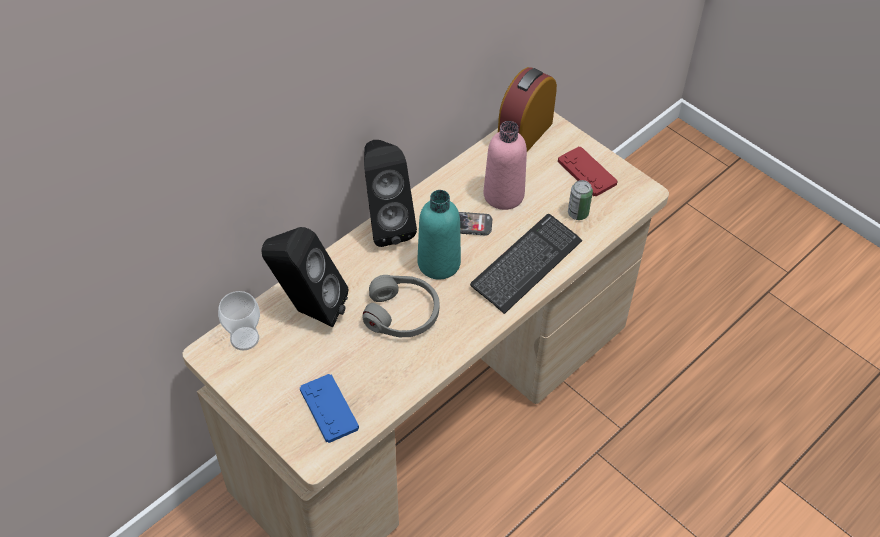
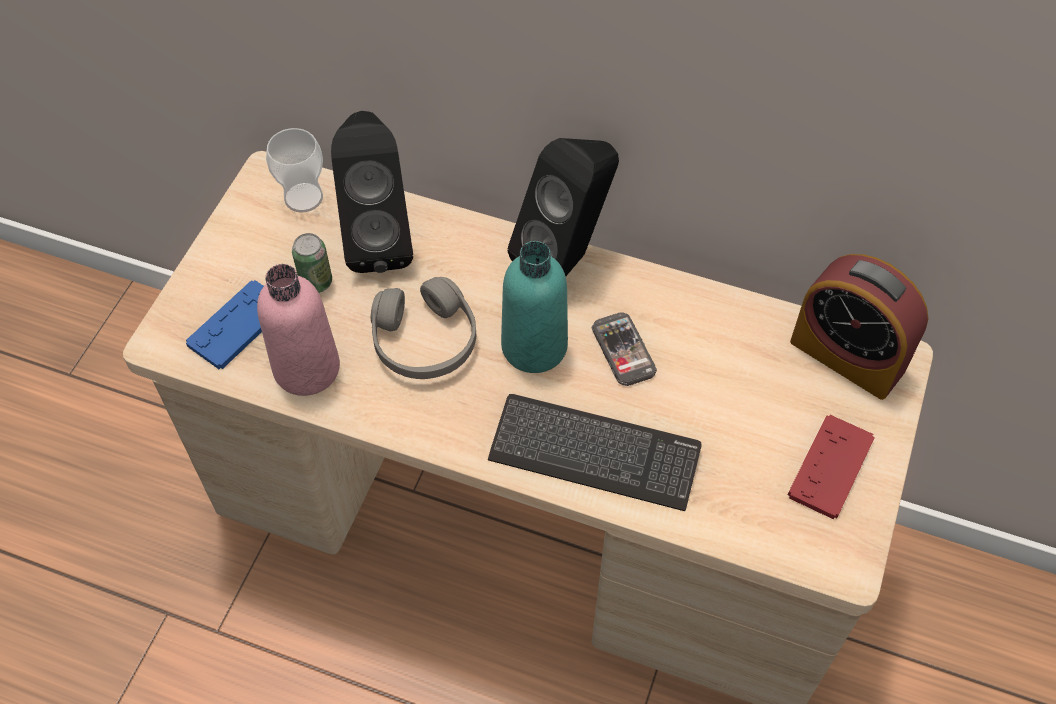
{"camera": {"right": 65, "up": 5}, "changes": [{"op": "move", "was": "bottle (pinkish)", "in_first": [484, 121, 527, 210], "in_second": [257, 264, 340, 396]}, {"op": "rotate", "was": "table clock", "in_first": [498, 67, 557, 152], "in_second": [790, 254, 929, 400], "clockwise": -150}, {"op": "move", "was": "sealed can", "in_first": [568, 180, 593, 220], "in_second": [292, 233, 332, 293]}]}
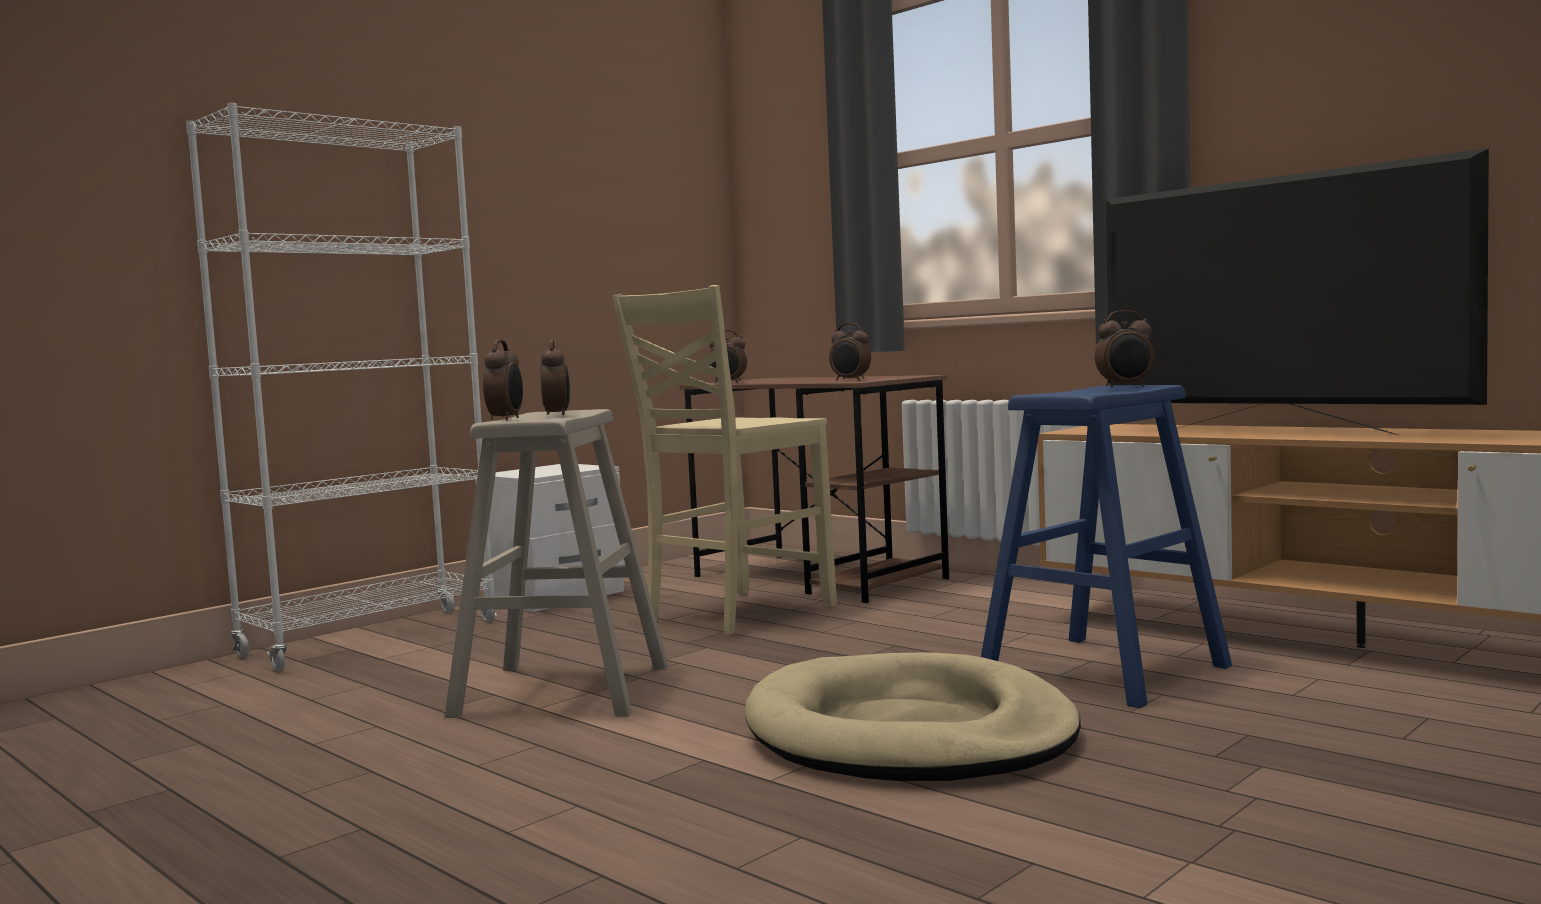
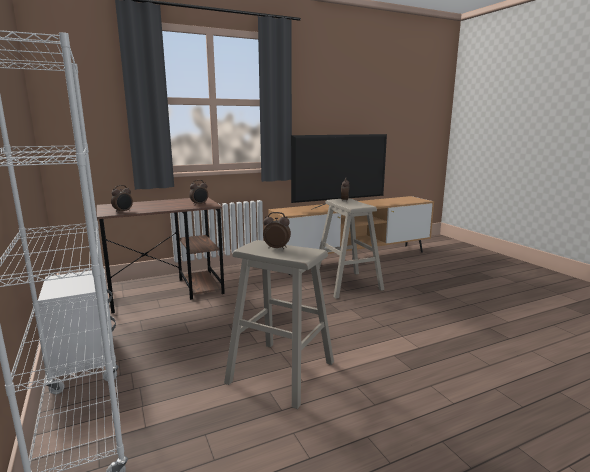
{"camera": {"right": -70, "up": 10}, "changes": [{"op": "delete", "was": "table clock", "in_first": [483, 340, 523, 420]}, {"op": "delete", "was": "plain chair (beige-coloured)", "in_first": [612, 285, 837, 636]}, {"op": "delete", "was": "dog cushion (beige-coloured)", "in_first": [745, 652, 1081, 781]}, {"op": "recolor", "was": "sitting stool (blue)", "now": "sitting stool (beige-coloured)", "in_first": [981, 385, 1232, 708], "in_second": [312, 198, 384, 299]}]}
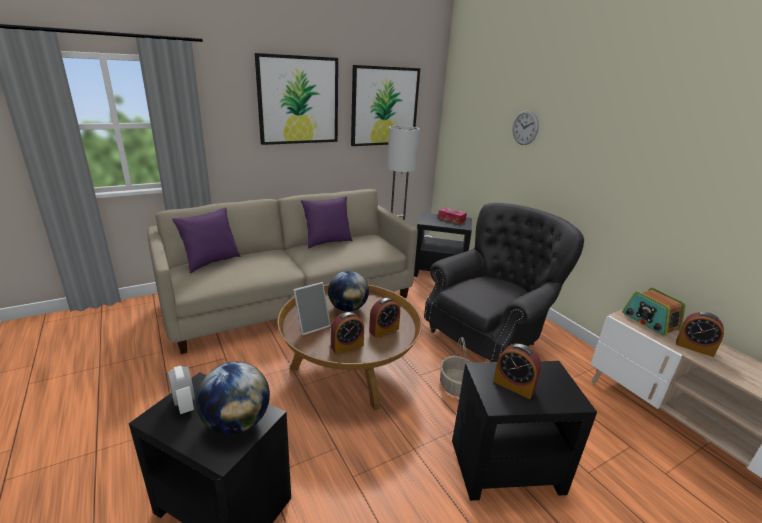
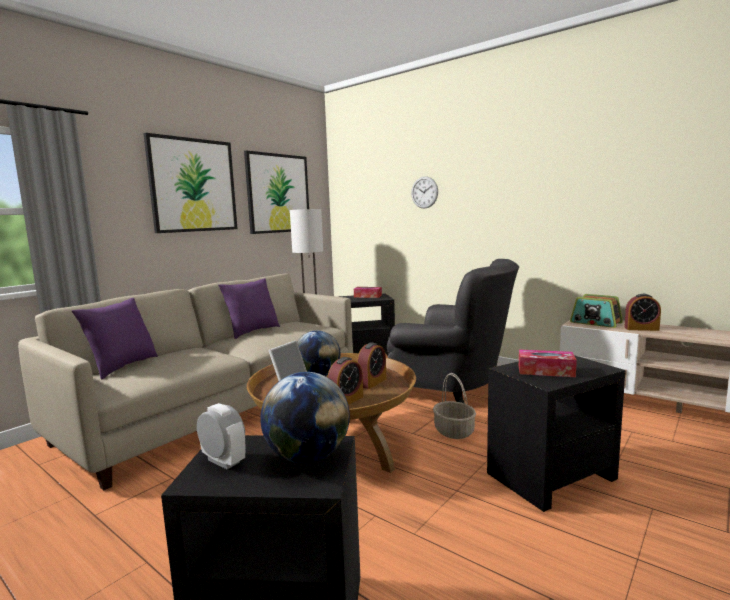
{"camera": {"right": -20, "up": -15}, "changes": [{"op": "rotate", "was": "easy chair (gray)", "in_first": [424, 203, 584, 362], "in_second": [387, 259, 519, 404], "clockwise": 90}, {"op": "replace", "was": "table clock", "now": "tissue box", "in_first": [493, 343, 542, 399], "in_second": [519, 350, 577, 377]}]}
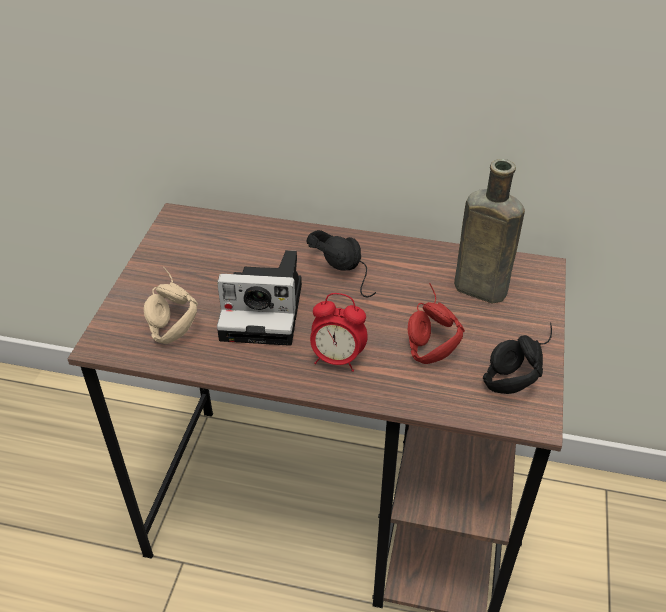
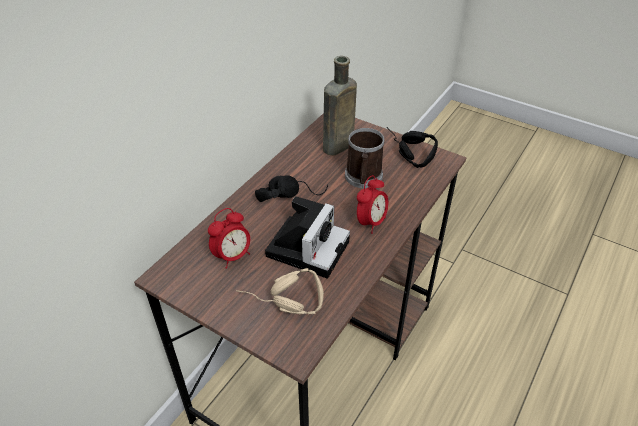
{"camera": {"right": -70, "up": 0}, "changes": [{"op": "replace", "was": "headset (red-coloured)", "now": "tea mug", "in_first": [408, 283, 465, 364], "in_second": [345, 128, 385, 188]}, {"op": "insert", "now": "table clock", "in_second": [208, 208, 250, 269]}]}
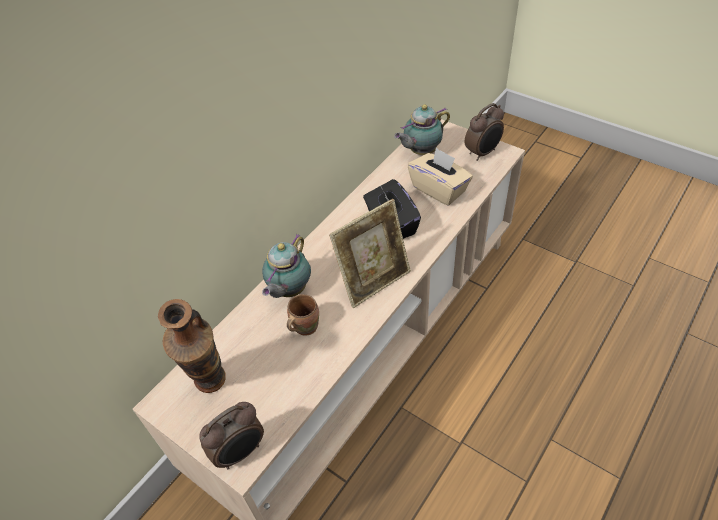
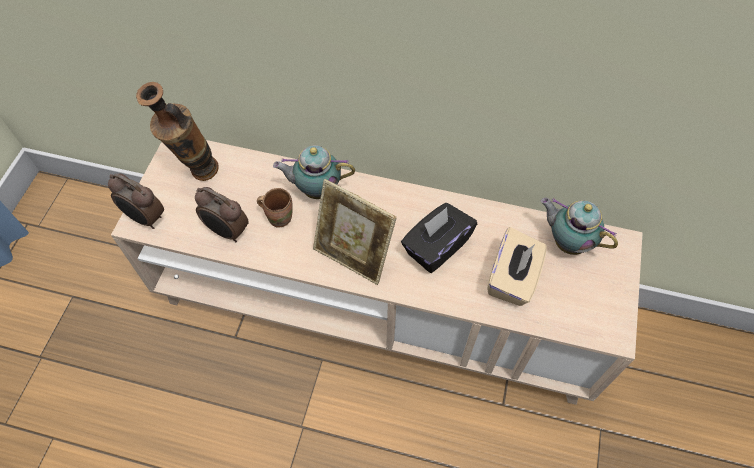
{"camera": {"right": 65, "up": 10}, "changes": [{"op": "move", "was": "table clock", "in_first": [465, 103, 504, 161], "in_second": [195, 187, 249, 242]}]}
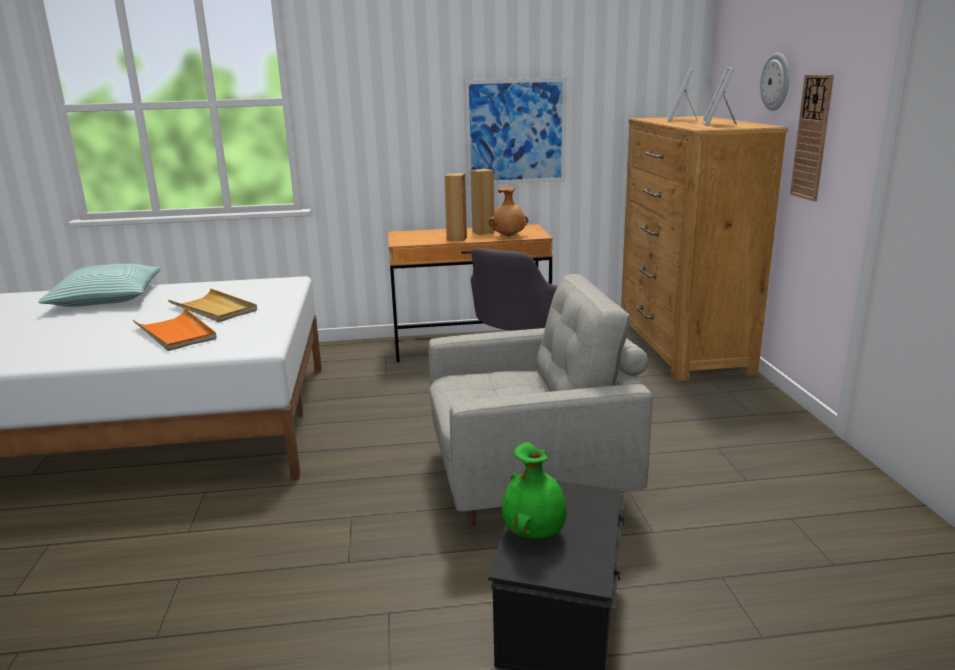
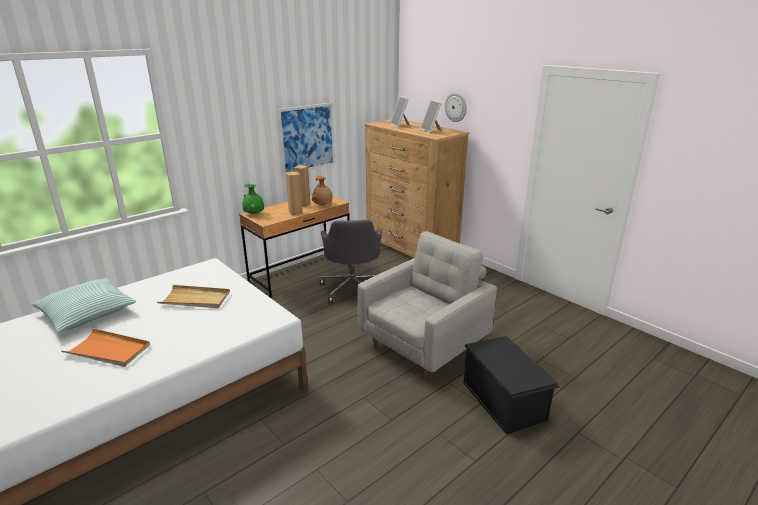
{"camera": {"right": -35, "up": 5}, "changes": [{"op": "move", "was": "carrying tray (orange)", "in_first": [133, 309, 217, 351], "in_second": [61, 328, 150, 367]}, {"op": "move", "was": "flower vase (green)", "in_first": [502, 442, 567, 539], "in_second": [242, 183, 264, 214]}, {"op": "delete", "was": "clock on the wall", "in_first": [790, 75, 834, 201]}]}
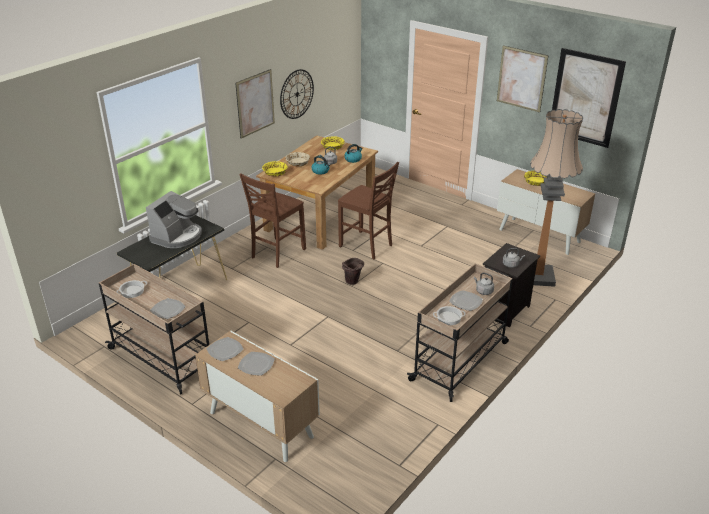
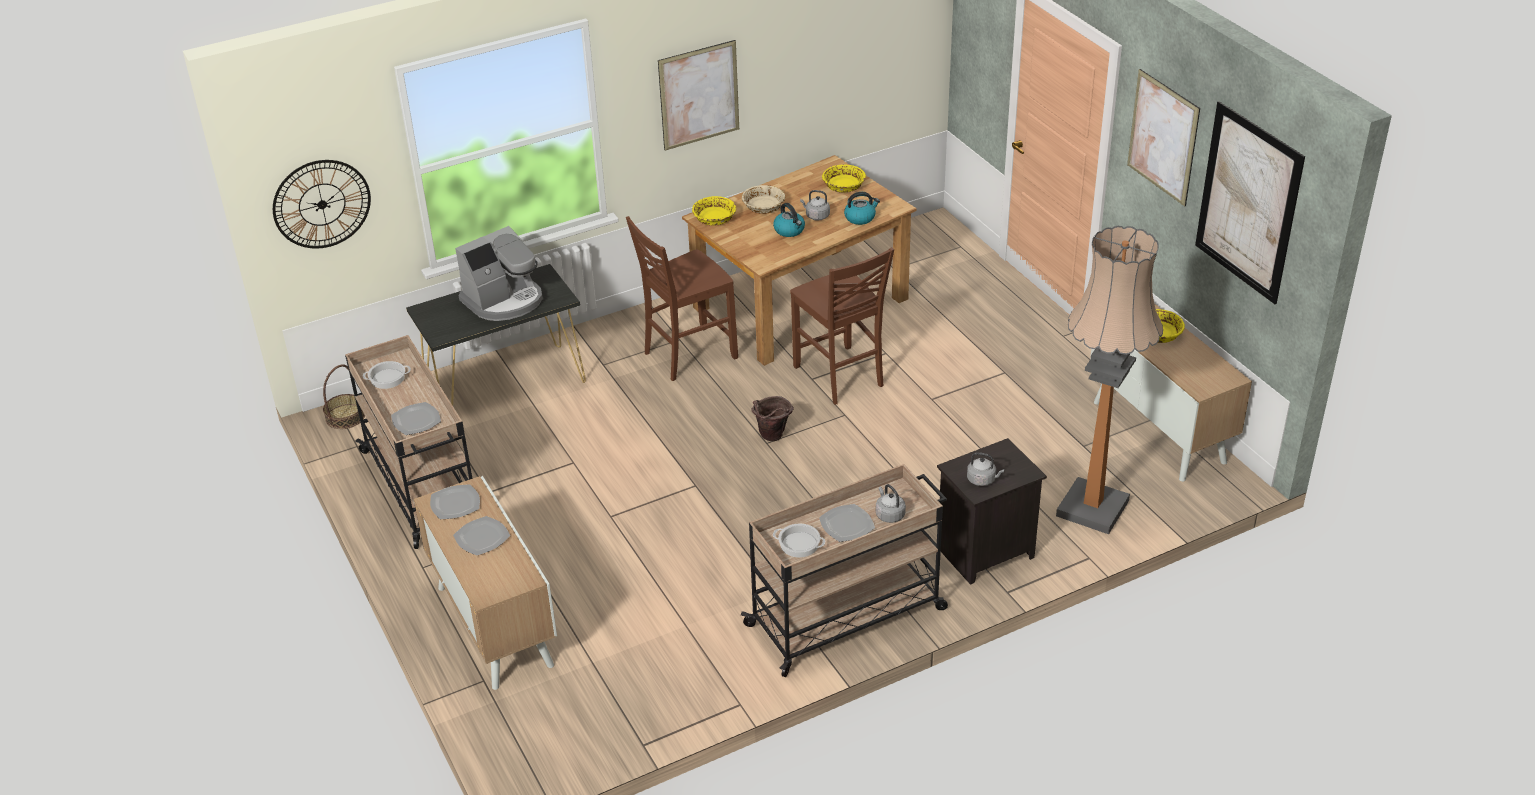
{"camera": {"right": 25, "up": 5}, "changes": [{"op": "move", "was": "clock on the wall", "in_first": [280, 69, 314, 119], "in_second": [273, 160, 371, 248]}, {"op": "insert", "now": "basket", "in_second": [323, 364, 365, 429]}]}
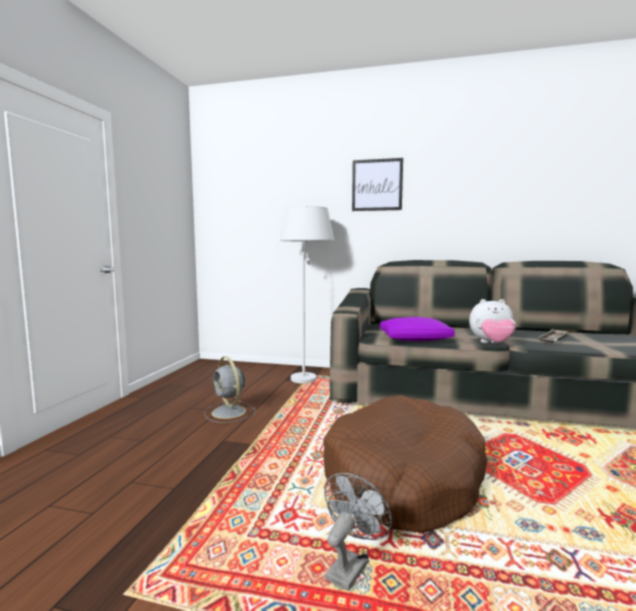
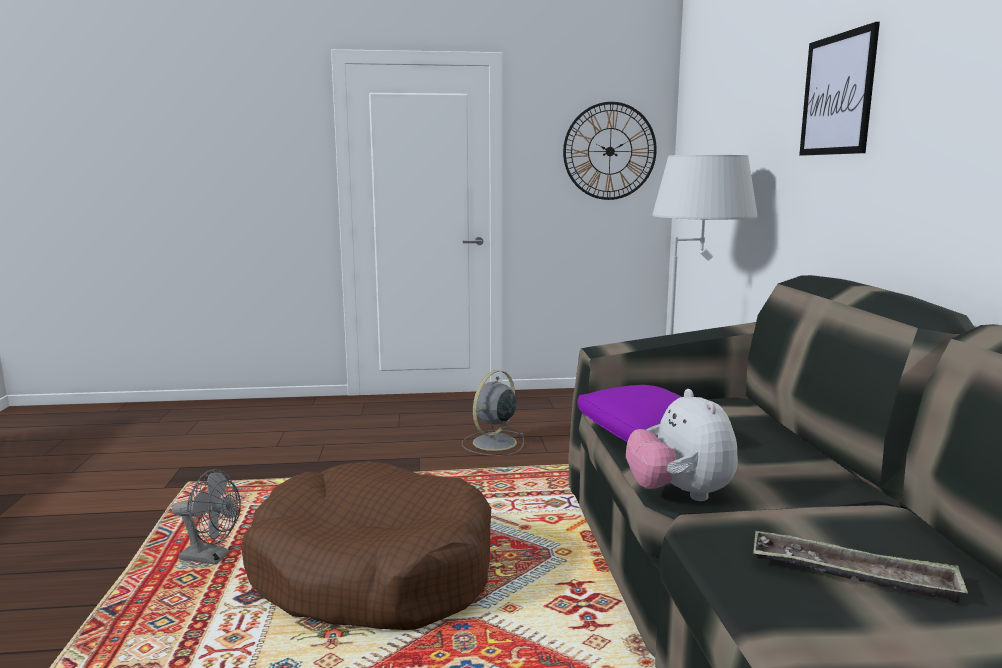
{"camera": {"right": 70, "up": 5}, "changes": [{"op": "insert", "now": "clock on the wall", "in_second": [563, 102, 657, 200]}]}
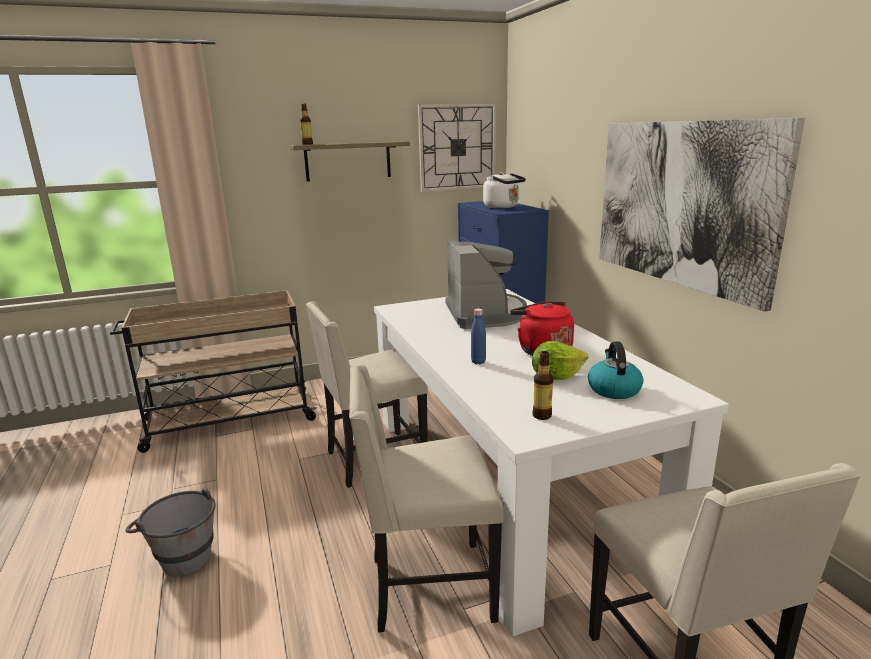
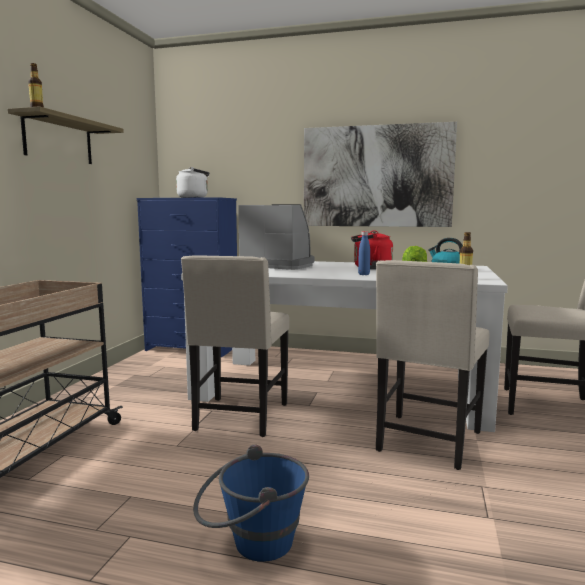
{"camera": {"right": -55, "up": -10}, "changes": [{"op": "recolor", "was": "bucket (gray)", "now": "bucket (blue)", "in_first": [125, 487, 215, 577], "in_second": [193, 445, 309, 562]}, {"op": "delete", "was": "clock on the wall", "in_first": [418, 103, 496, 192]}]}
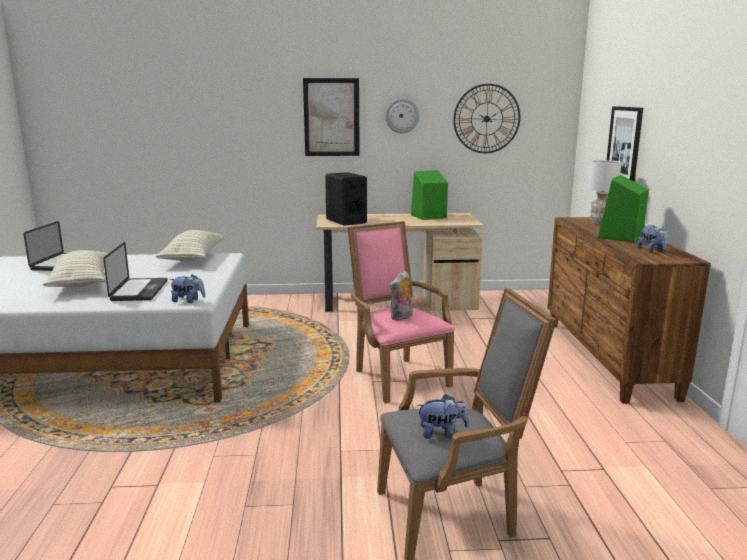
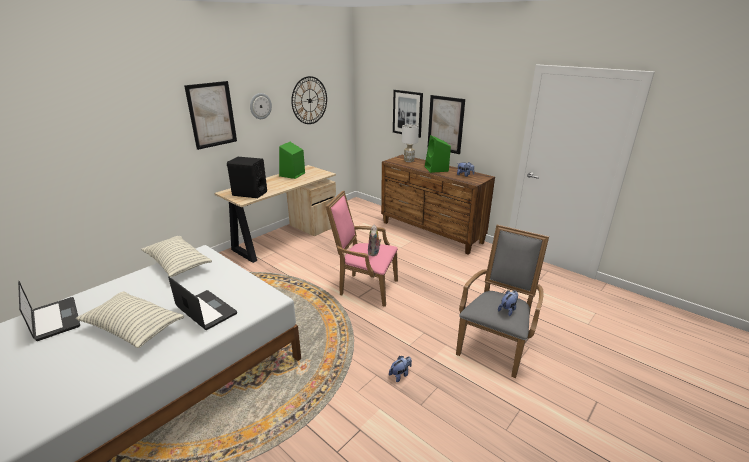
{"camera": {"right": -45, "up": 10}, "changes": [{"op": "move", "was": "cuddly toy", "in_first": [169, 274, 206, 303], "in_second": [389, 356, 412, 382]}, {"op": "insert", "now": "picture", "in_second": [427, 95, 465, 154]}]}
